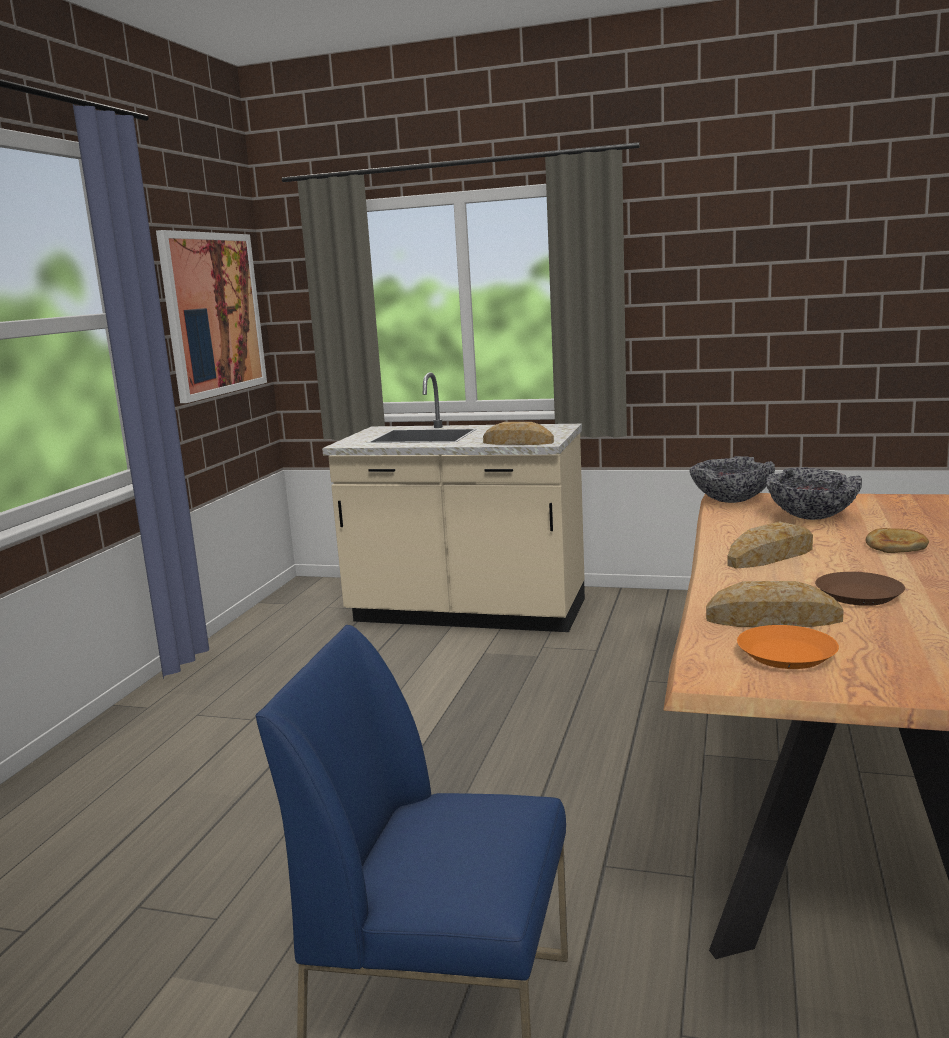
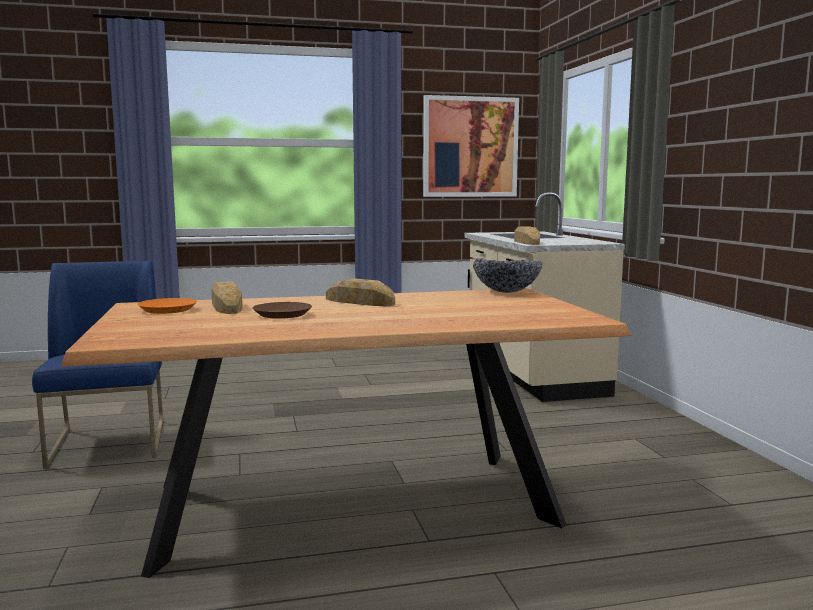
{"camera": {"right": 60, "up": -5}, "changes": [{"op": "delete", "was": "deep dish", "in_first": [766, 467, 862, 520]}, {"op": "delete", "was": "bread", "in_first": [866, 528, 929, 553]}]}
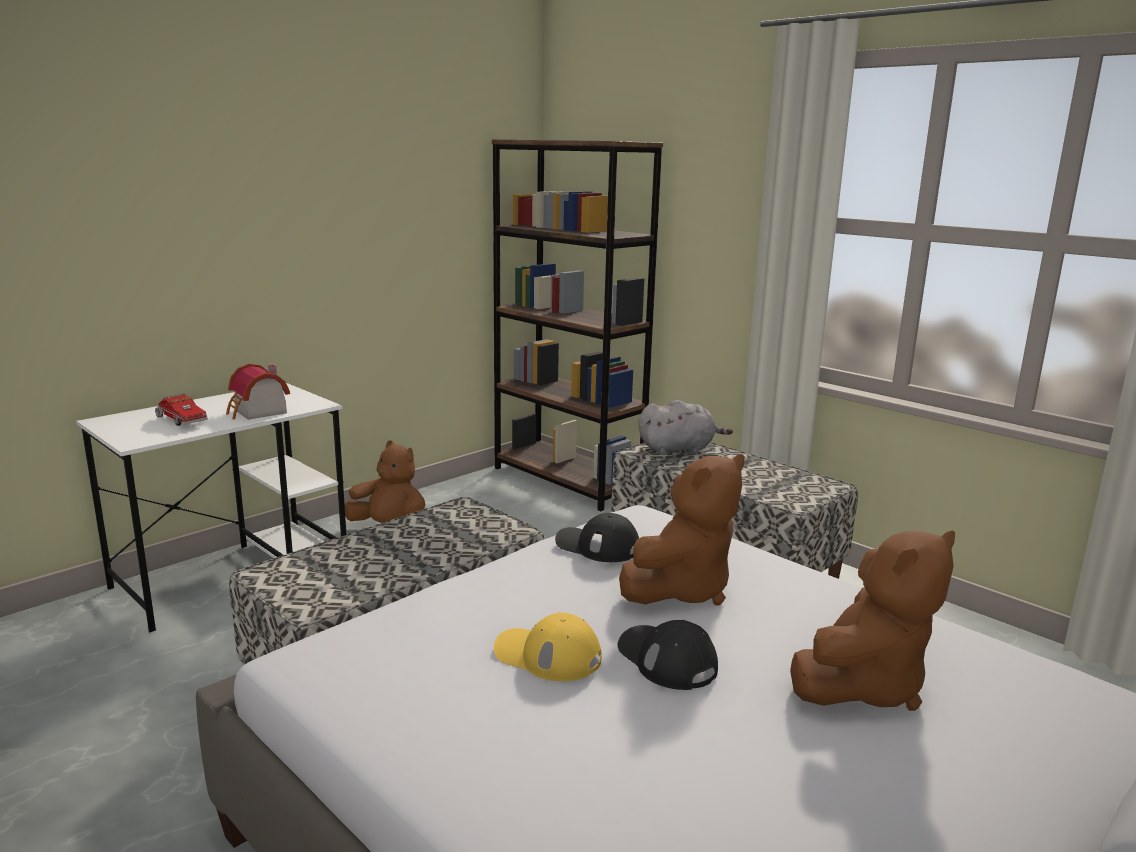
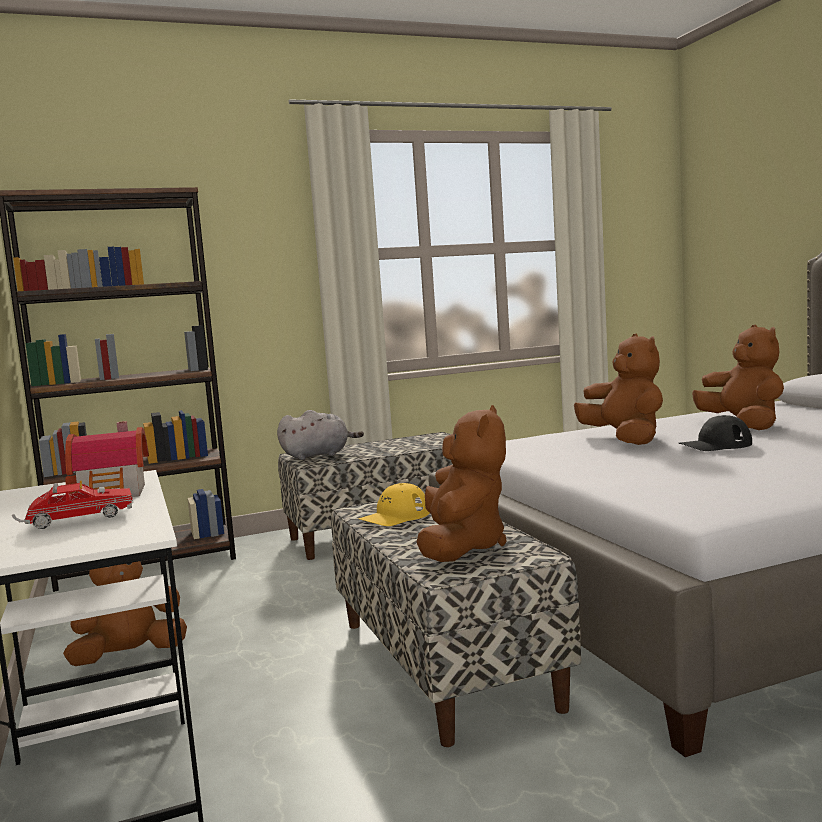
{"camera": {"right": -65, "up": -10}, "changes": [{"op": "move", "was": "cap (yellowish)", "in_first": [494, 613, 602, 681], "in_second": [359, 483, 430, 526]}, {"op": "delete", "was": "cap (black-coloured)", "in_first": [555, 513, 639, 562]}, {"op": "rotate", "was": "cuddly toy (gray)", "in_first": [638, 400, 733, 455], "in_second": [277, 410, 364, 460], "clockwise": 60}, {"op": "insert", "now": "cuddly toy (brownish)", "in_second": [417, 405, 507, 562]}]}
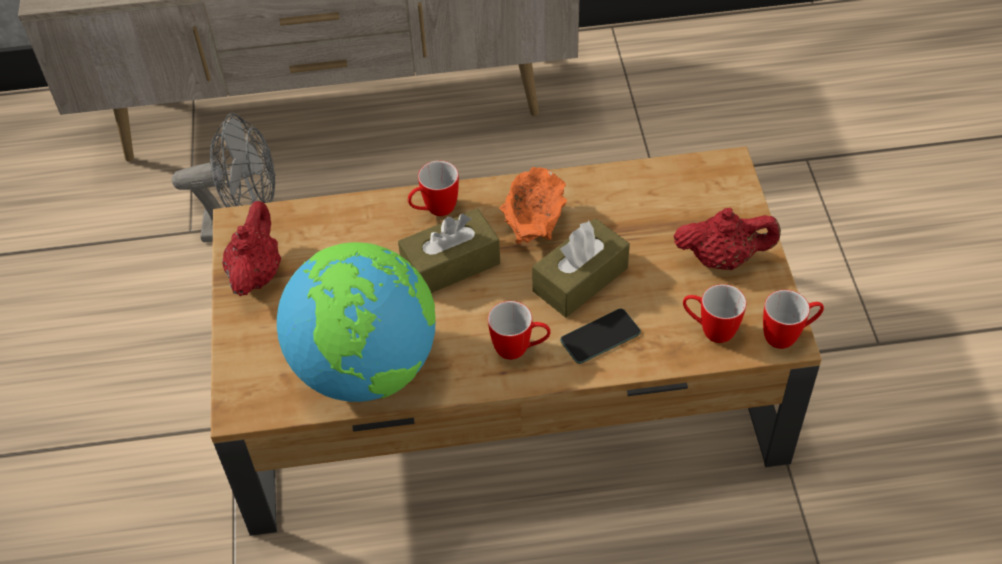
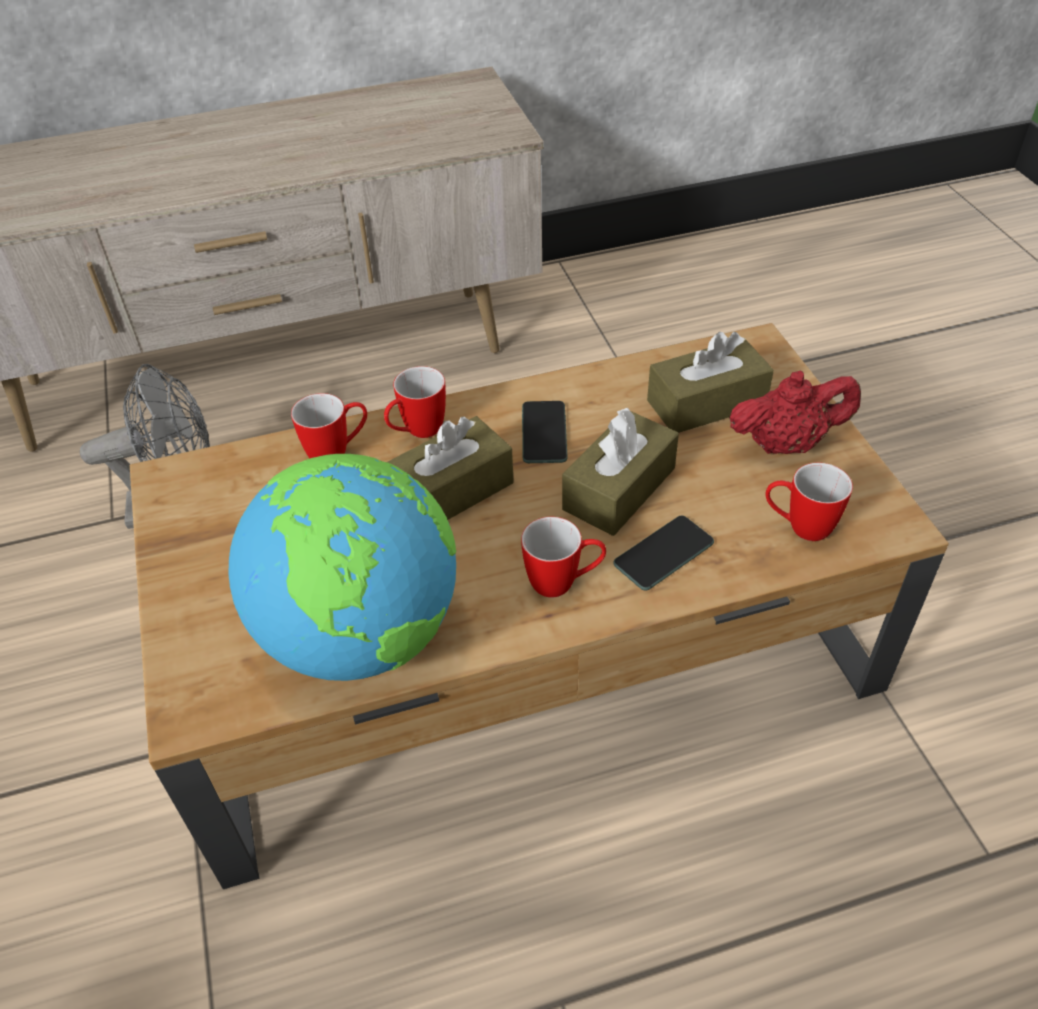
{"camera": {"right": -10, "up": -5}, "changes": [{"op": "delete", "was": "tea pot (red-coloured)", "in_first": [222, 201, 281, 296]}, {"op": "replace", "was": "deep dish (orange)", "now": "handset", "in_first": [499, 167, 567, 244], "in_second": [522, 401, 568, 463]}, {"op": "move", "was": "tea mug", "in_first": [763, 290, 824, 349], "in_second": [291, 393, 367, 458]}, {"op": "insert", "now": "tissue box (brownish)", "in_second": [647, 332, 774, 433]}]}
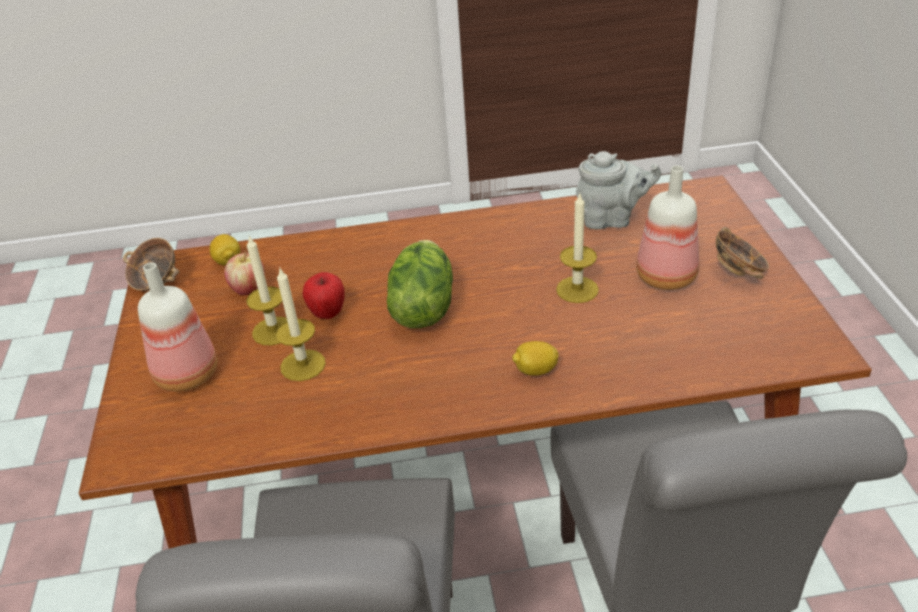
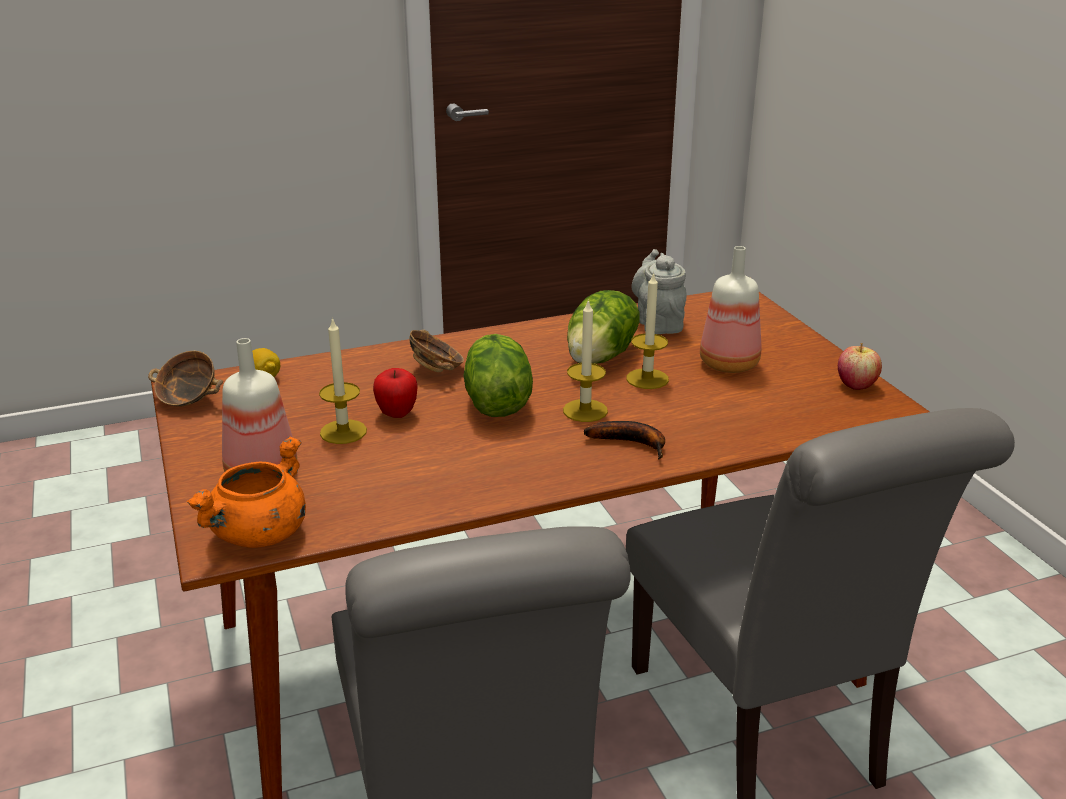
{"camera": {"right": -15, "up": -10}, "changes": [{"op": "move", "was": "apple", "in_first": [224, 252, 265, 295], "in_second": [838, 343, 882, 390]}, {"op": "move", "was": "candle", "in_first": [275, 267, 326, 381], "in_second": [563, 299, 608, 422]}, {"op": "replace", "was": "whole lemon", "now": "banana fruit", "in_first": [512, 341, 559, 376], "in_second": [584, 421, 665, 460]}, {"op": "rotate", "was": "tea pot (gray)", "in_first": [576, 151, 661, 229], "in_second": [631, 249, 687, 334], "clockwise": -90}, {"op": "move", "was": "deep dish", "in_first": [716, 227, 769, 279], "in_second": [409, 330, 464, 372]}, {"op": "insert", "now": "stockpot (orange)", "in_second": [186, 436, 306, 548]}, {"op": "insert", "now": "lettuce", "in_second": [567, 290, 640, 364]}]}
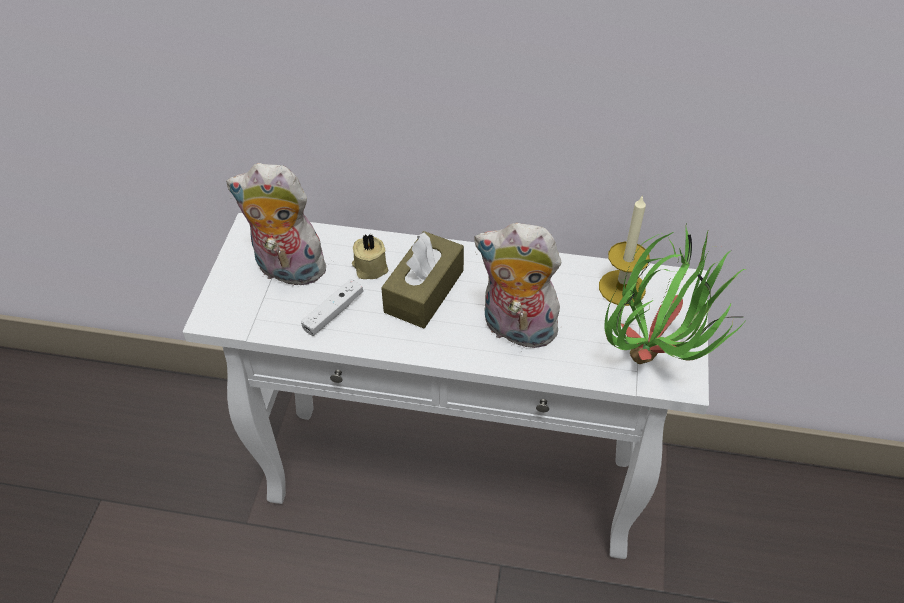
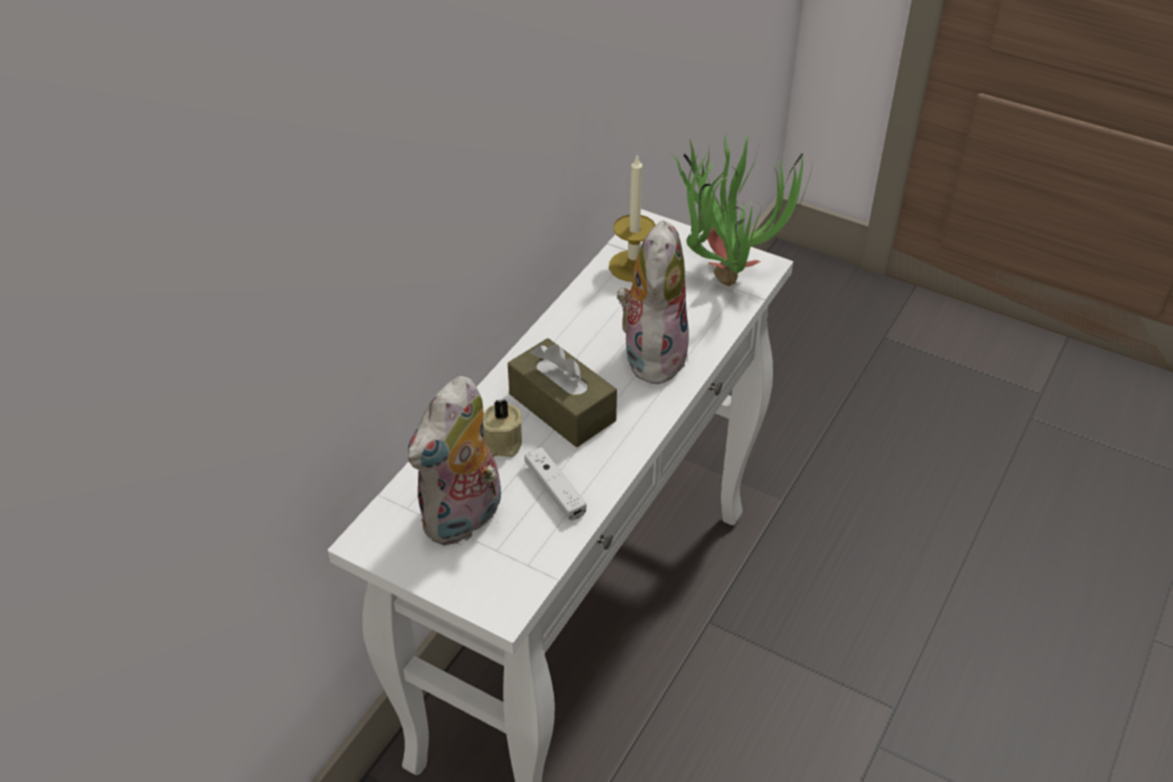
{"camera": {"right": -70, "up": -5}, "changes": [{"op": "rotate", "was": "cuddly toy", "in_first": [474, 223, 561, 352], "in_second": [617, 220, 689, 384], "clockwise": 150}]}
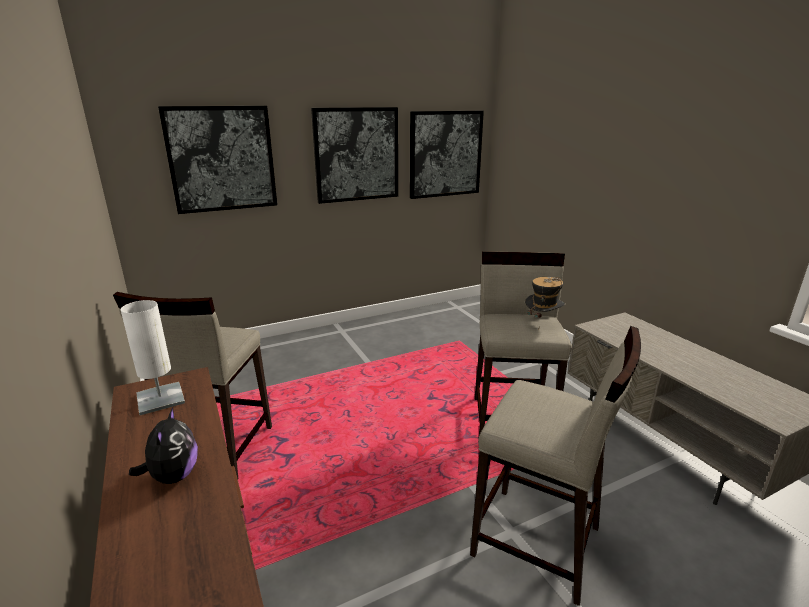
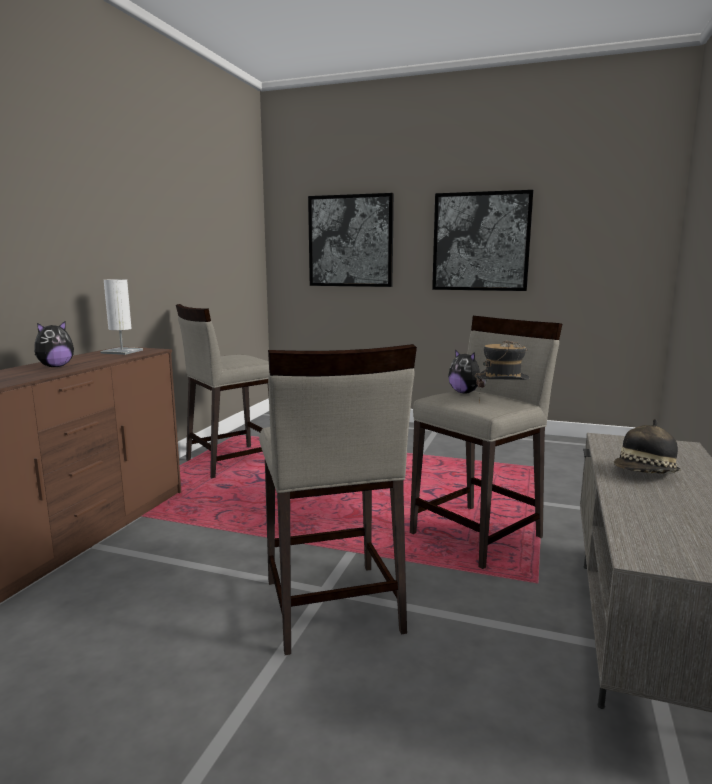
{"camera": {"right": 45, "up": -10}, "changes": [{"op": "delete", "was": "picture", "in_first": [410, 111, 484, 199]}, {"op": "insert", "now": "cuddly toy", "in_second": [448, 349, 486, 393]}, {"op": "insert", "now": "wearable hat", "in_second": [614, 419, 681, 474]}]}
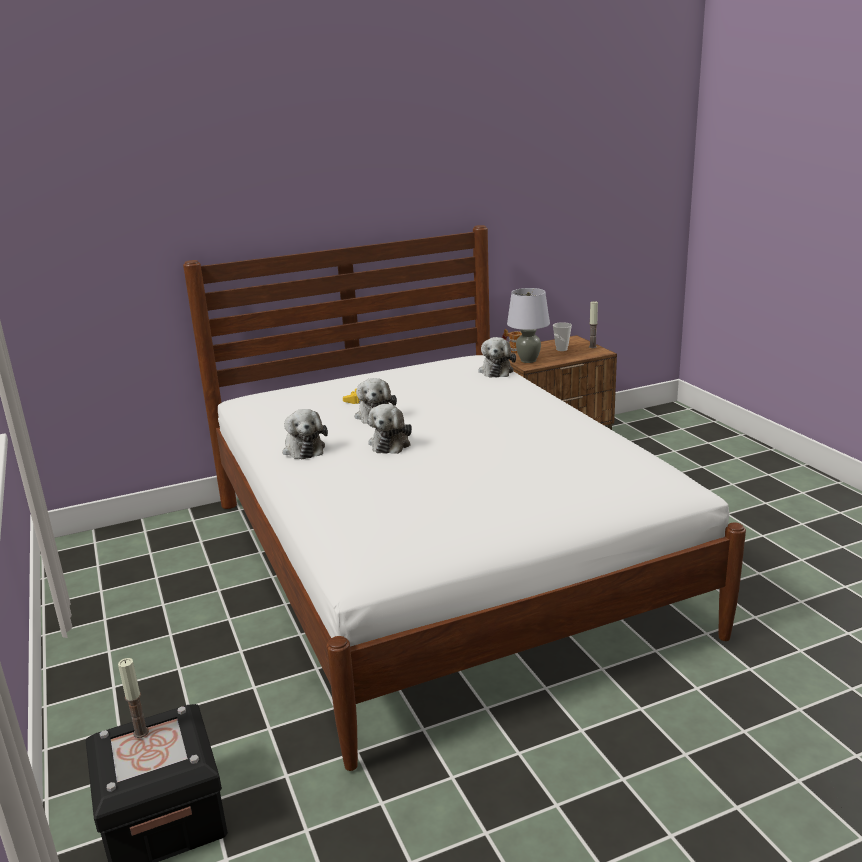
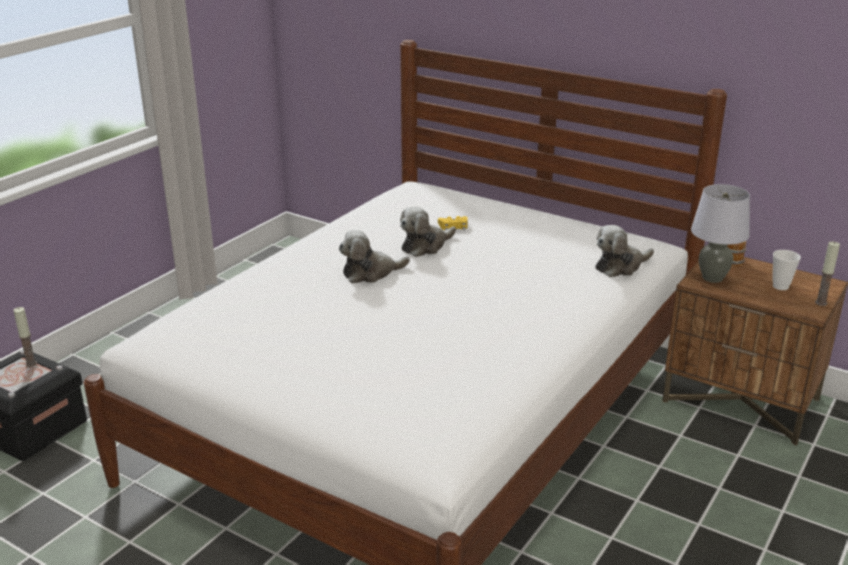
{"camera": {"right": 55, "up": 5}, "changes": [{"op": "delete", "was": "cuddly toy", "in_first": [282, 409, 328, 460]}]}
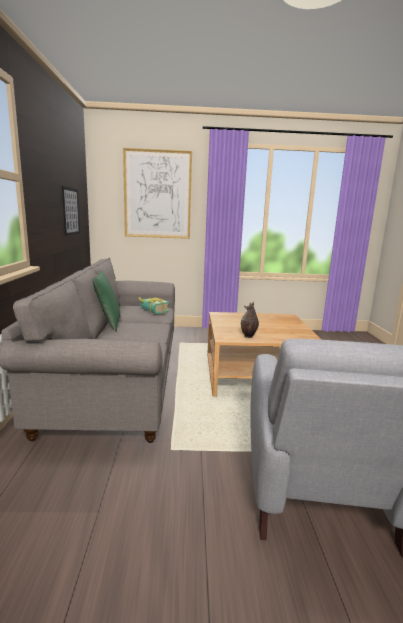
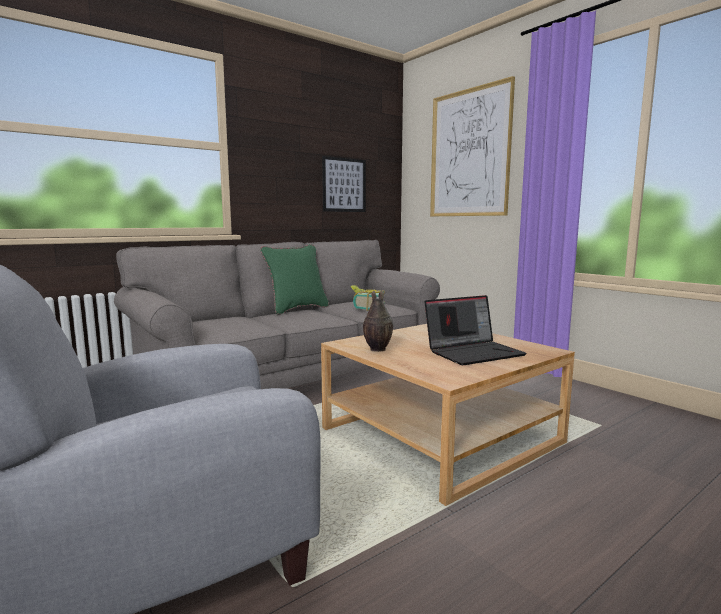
{"camera": {"right": 55, "up": -5}, "changes": [{"op": "insert", "now": "laptop", "in_second": [425, 295, 527, 365]}]}
